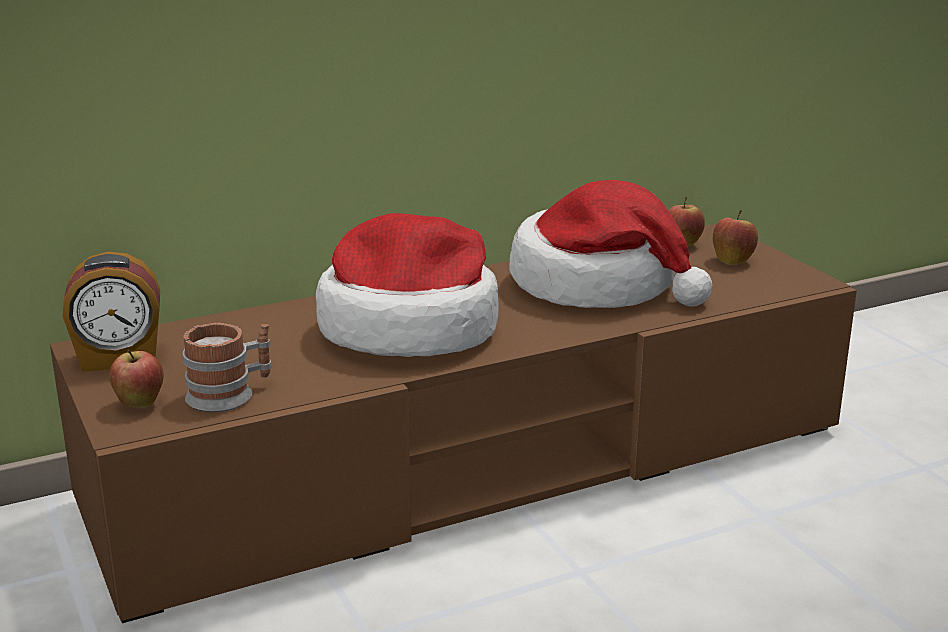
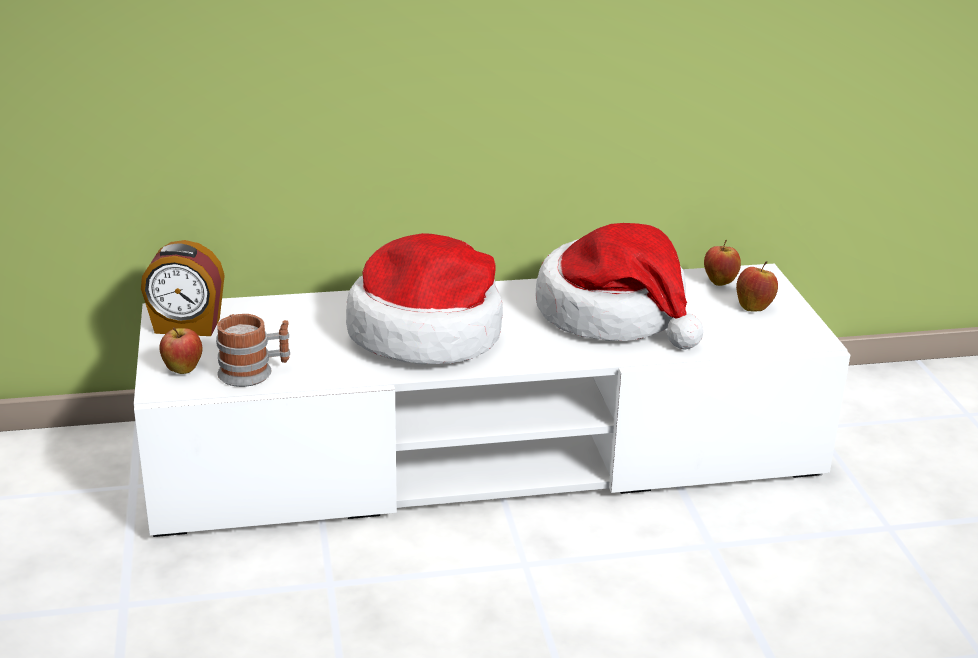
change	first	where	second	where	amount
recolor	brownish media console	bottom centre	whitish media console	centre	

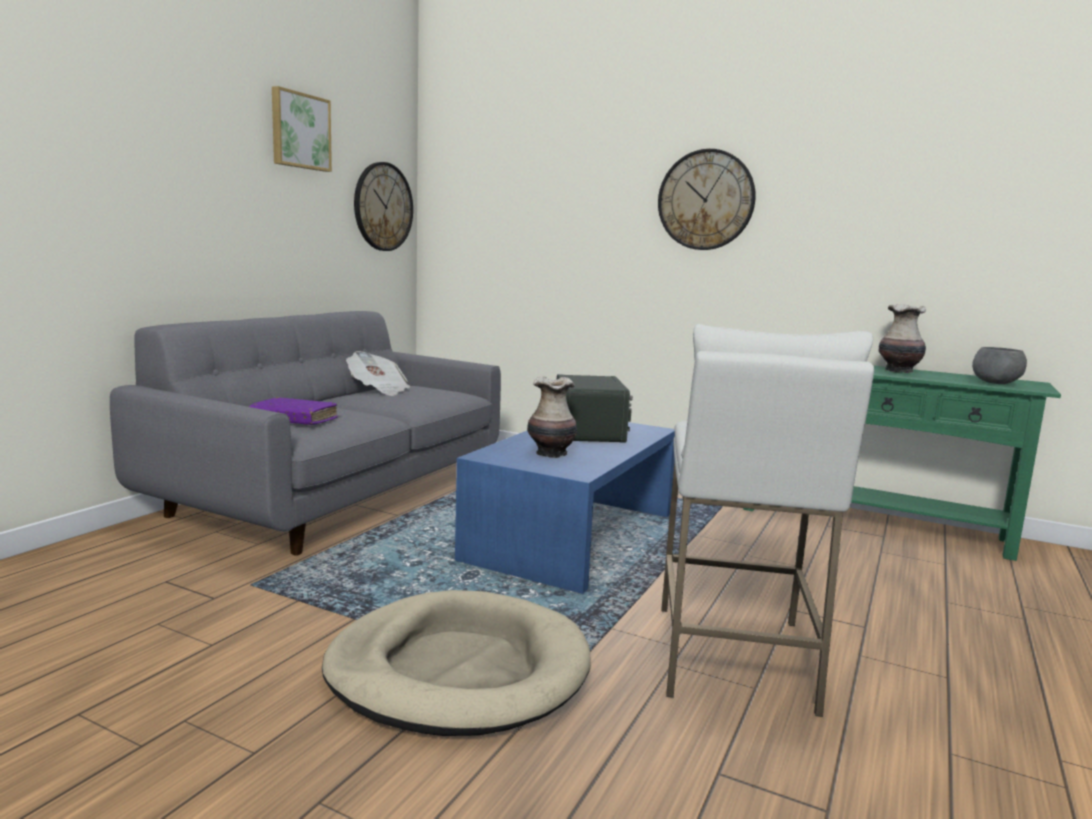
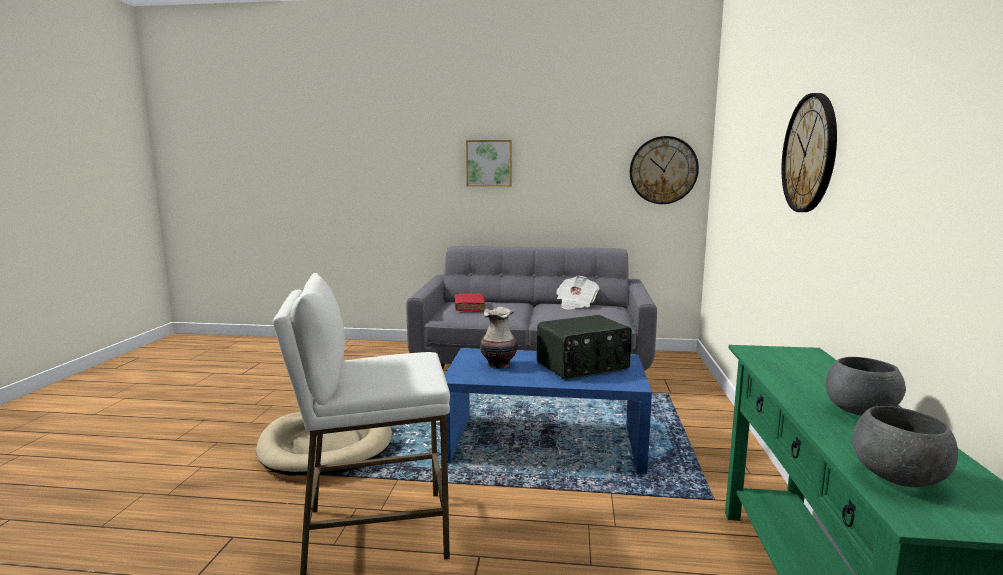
change	first	where	second	where	amount
recolor	purple-coloured book	middle left	reddish book	centre	
move	wall art	top left		top centre	
replace	vase (2nd from left)	middle right	grey bowl (1st from left)	bottom right	

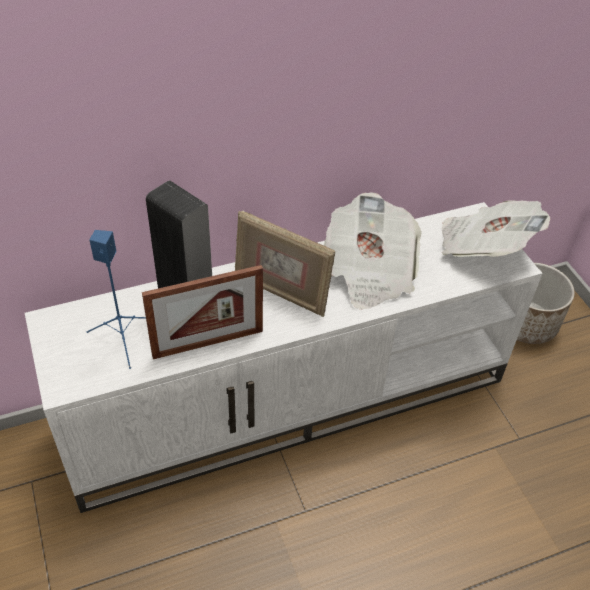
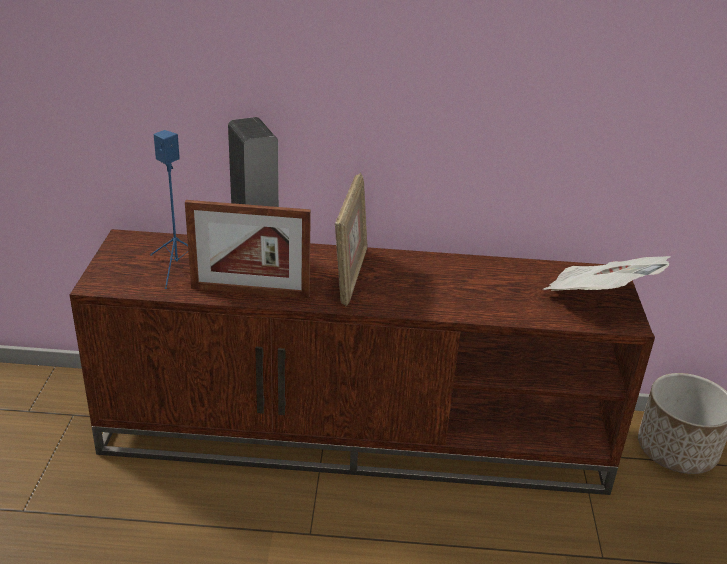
change	first	where	second	where	amount
recolor	whitish media console	centre	brownish media console	centre	
rotate	photo frame (2nd from left)	centre		centre	135 degrees counterclockwise
delete	daily paper (1st from left)	centre			

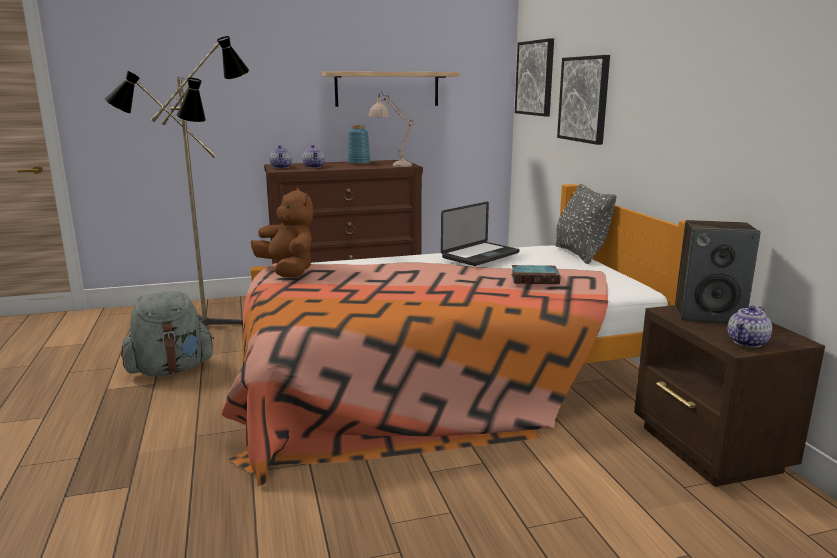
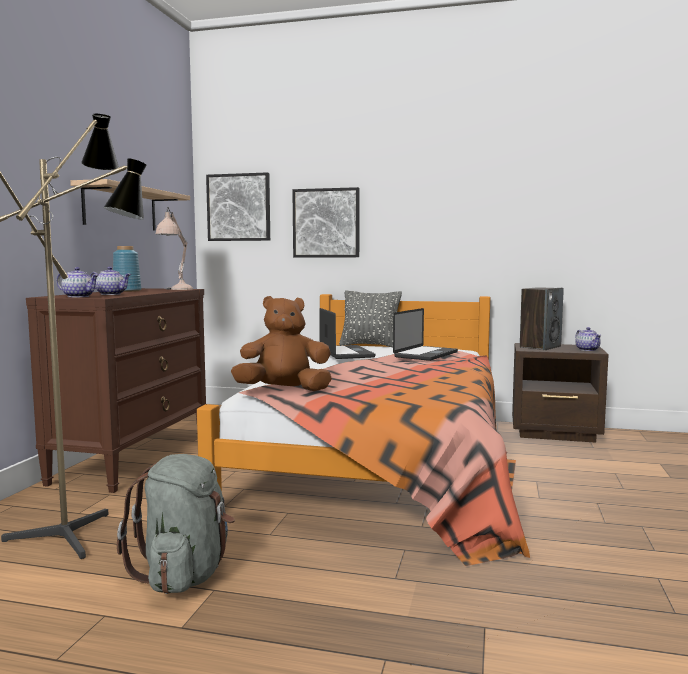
change	first	where	second	where	amount
replace	book	centre	notebook computer (2nd from left)	centre	

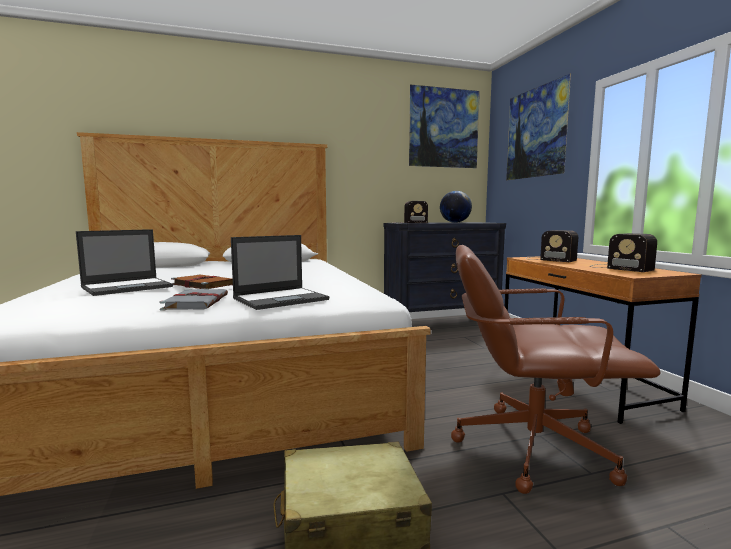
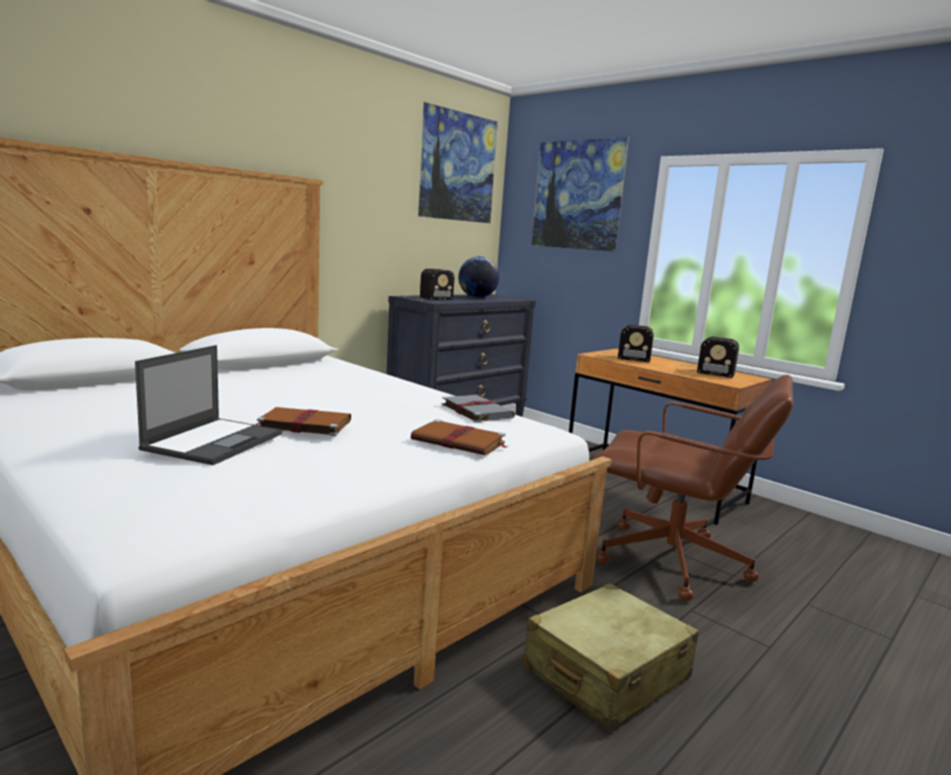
change	first	where	second	where	amount
replace	notebook computer (2nd from left)	centre	brownish book (2nd from left)	centre	
move	grey book	middle left		centre	
rotate	brownish computer chair	bottom right		middle right	135 degrees counterclockwise

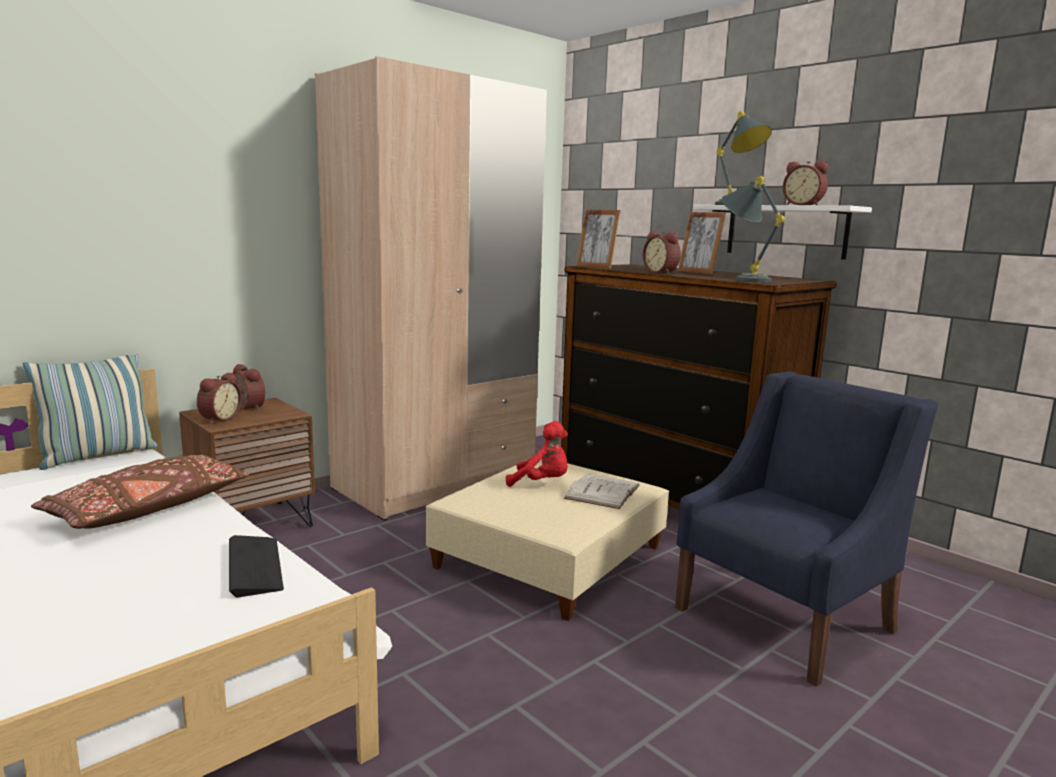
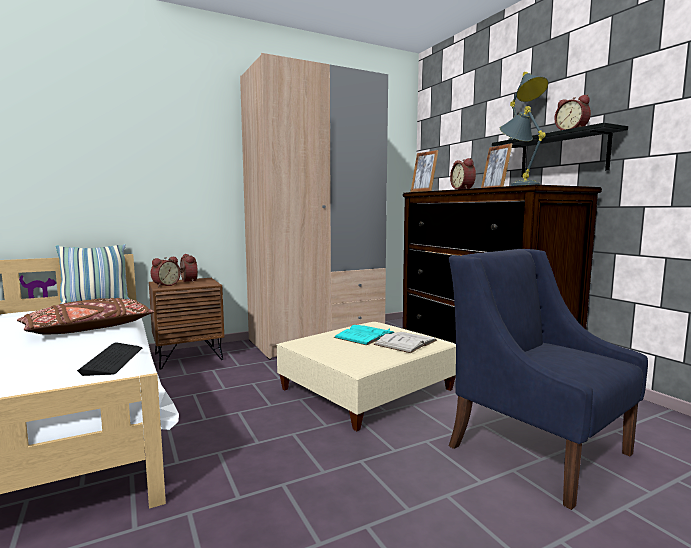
change	first	where	second	where	amount
replace	reddish plush toy	centre	blue-green book	centre	
rotate	blue armchair	bottom right		bottom right	105 degrees counterclockwise
recolor	whitish wall shelf	top right	blackish wall shelf	top right	

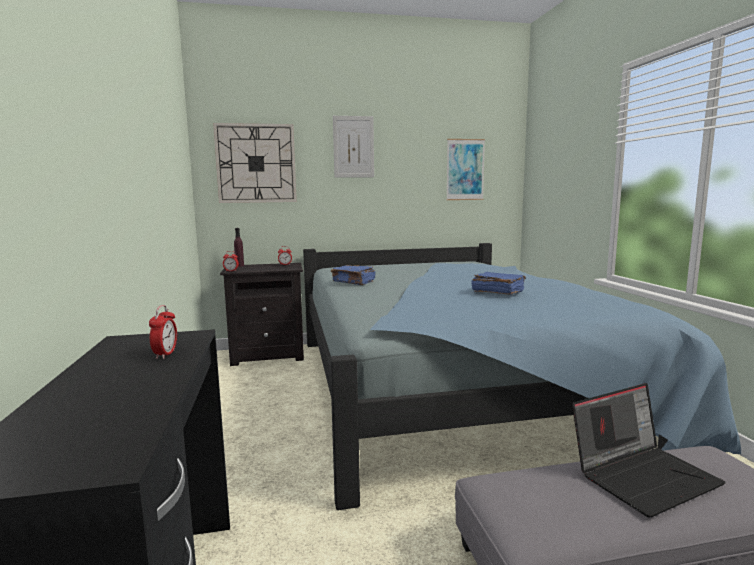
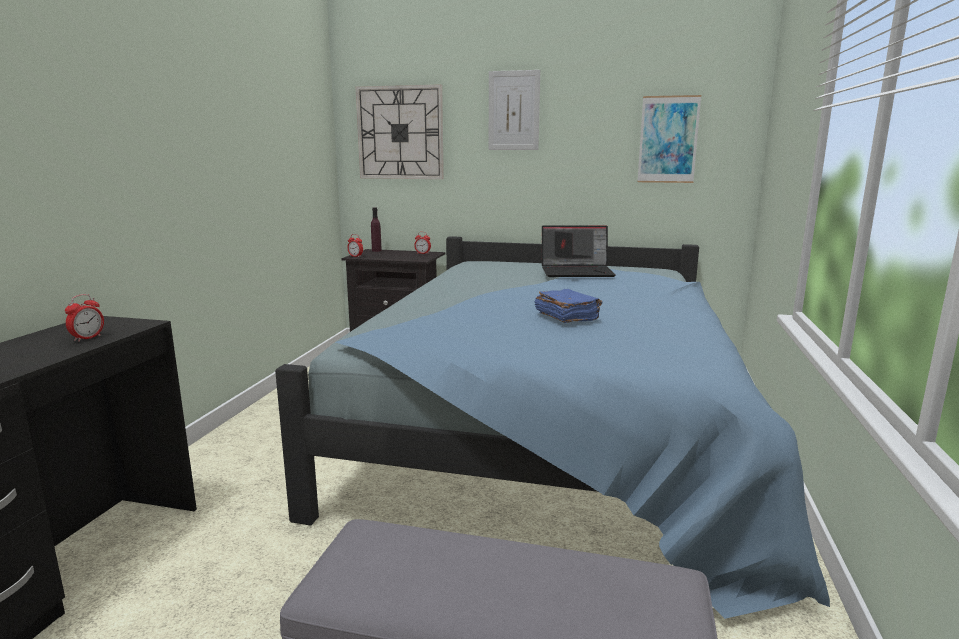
change	first	where	second	where	amount
move	notebook computer	bottom right		centre	
delete	blue book (1st from left)	centre			

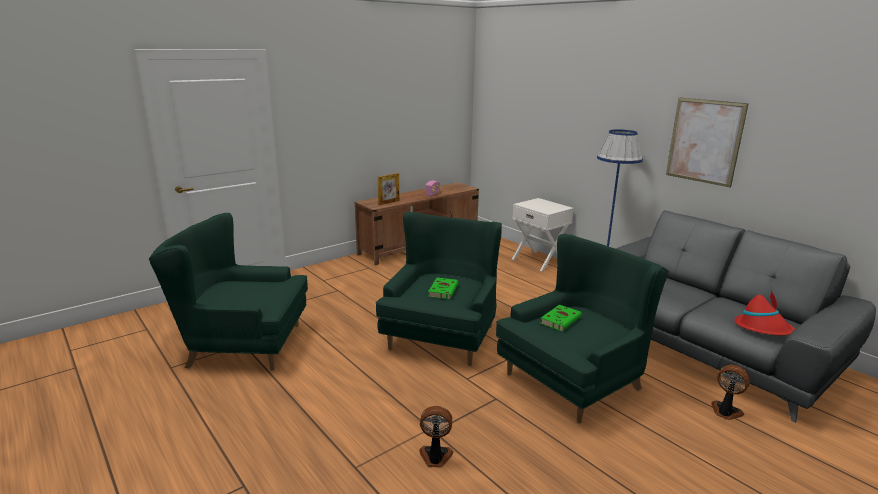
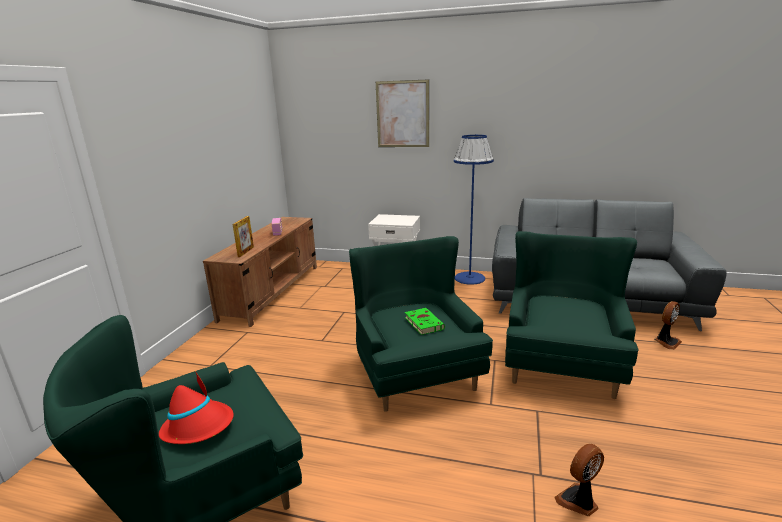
change	first	where	second	where	amount
move	reddish hat	middle right		bottom left	
move	wall art	top right		top centre	
rotate	electric fan (2nd from left)	bottom right		middle right	135 degrees clockwise
delete	green book (2nd from left)	centre			

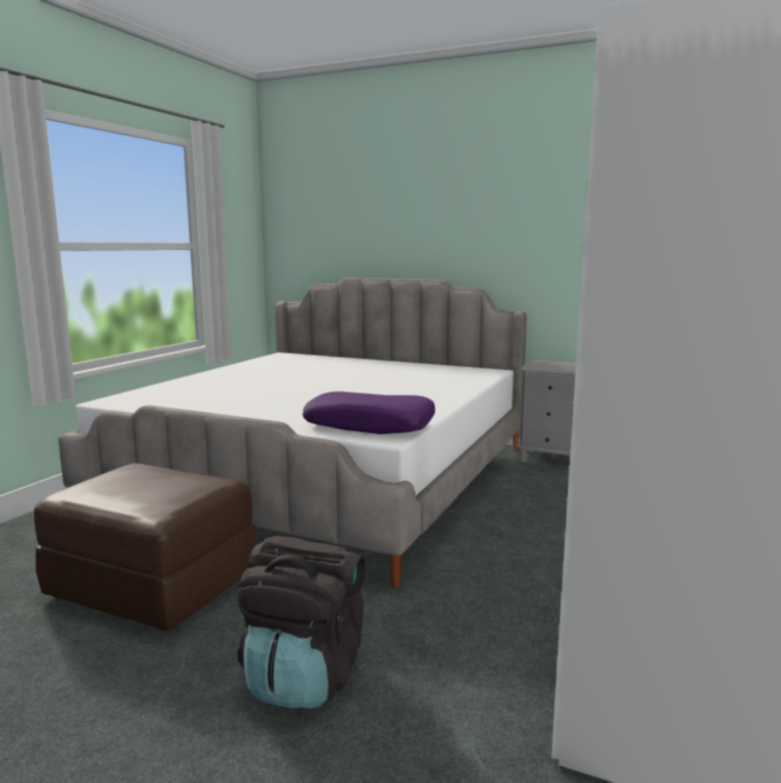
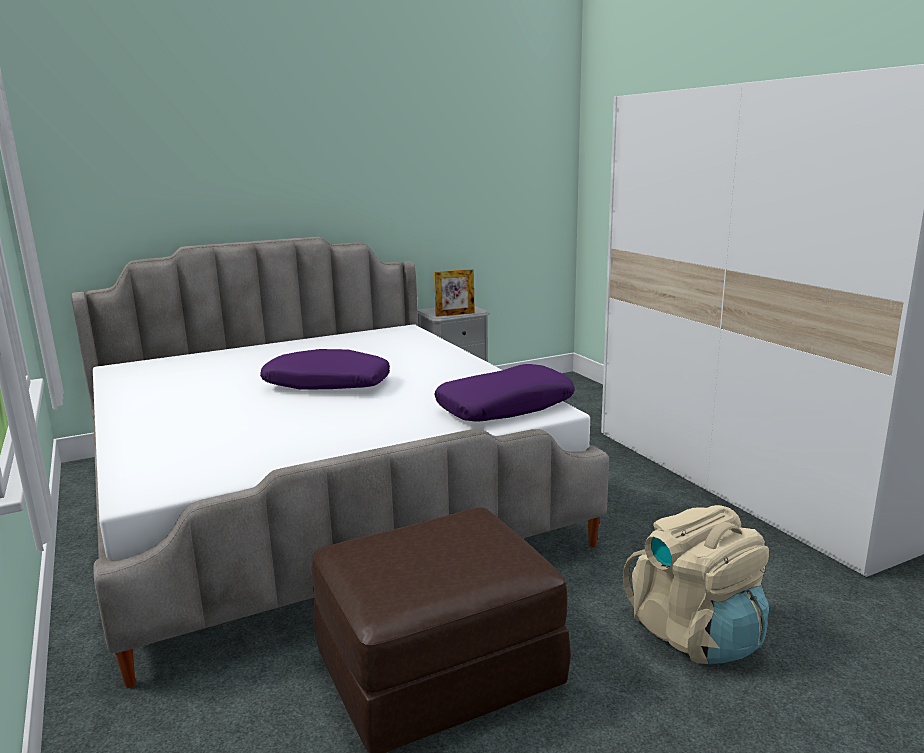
change	first	where	second	where	amount
insert			purple-coloured throw pillow (1st from left)	centre	
insert			photo frame	centre	
recolor	blackish backpack	bottom centre	beige backpack	bottom right	

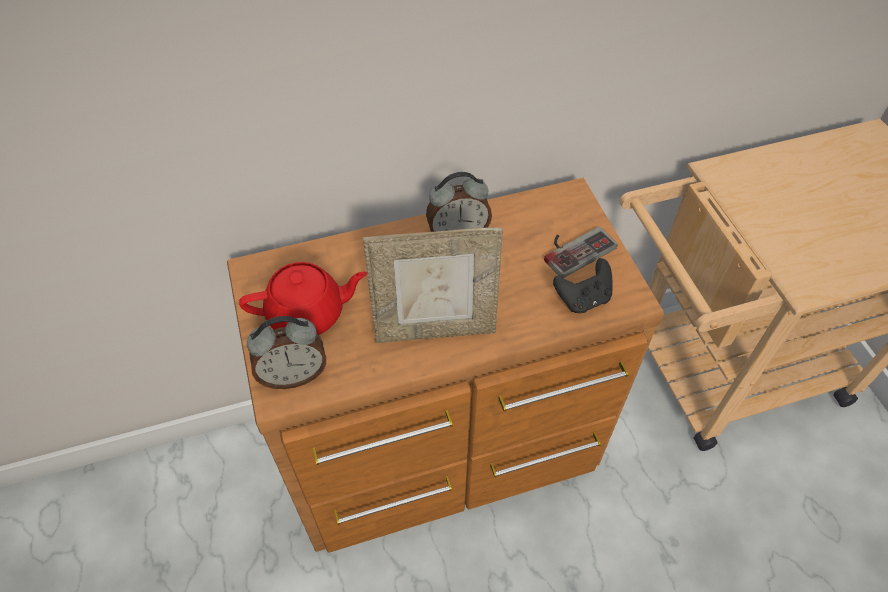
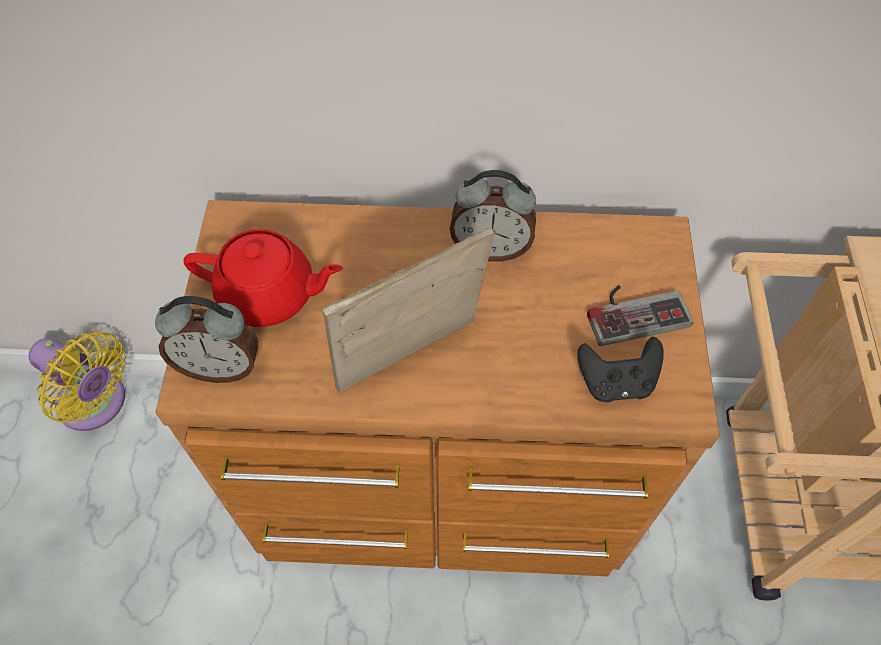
change	first	where	second	where	amount
insert			yellow electric fan	middle left	
rotate	photo frame	centre		centre	135 degrees clockwise

